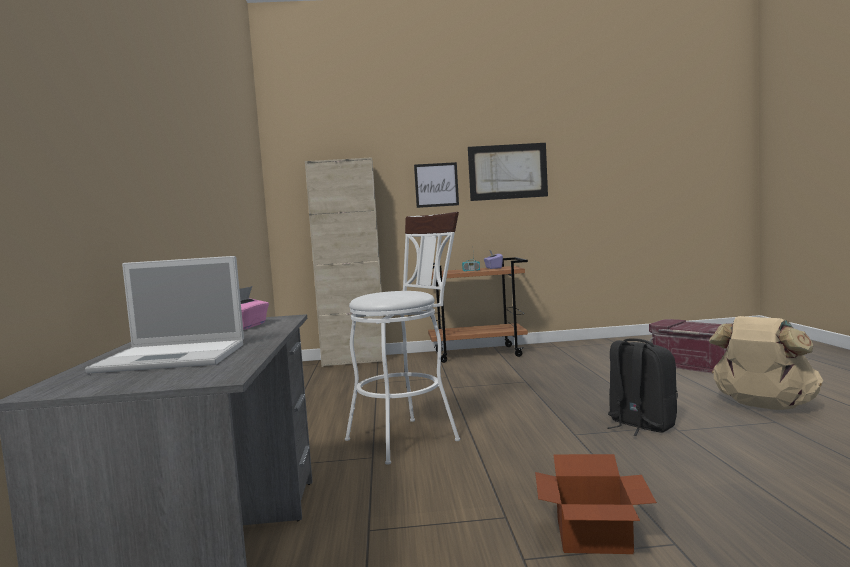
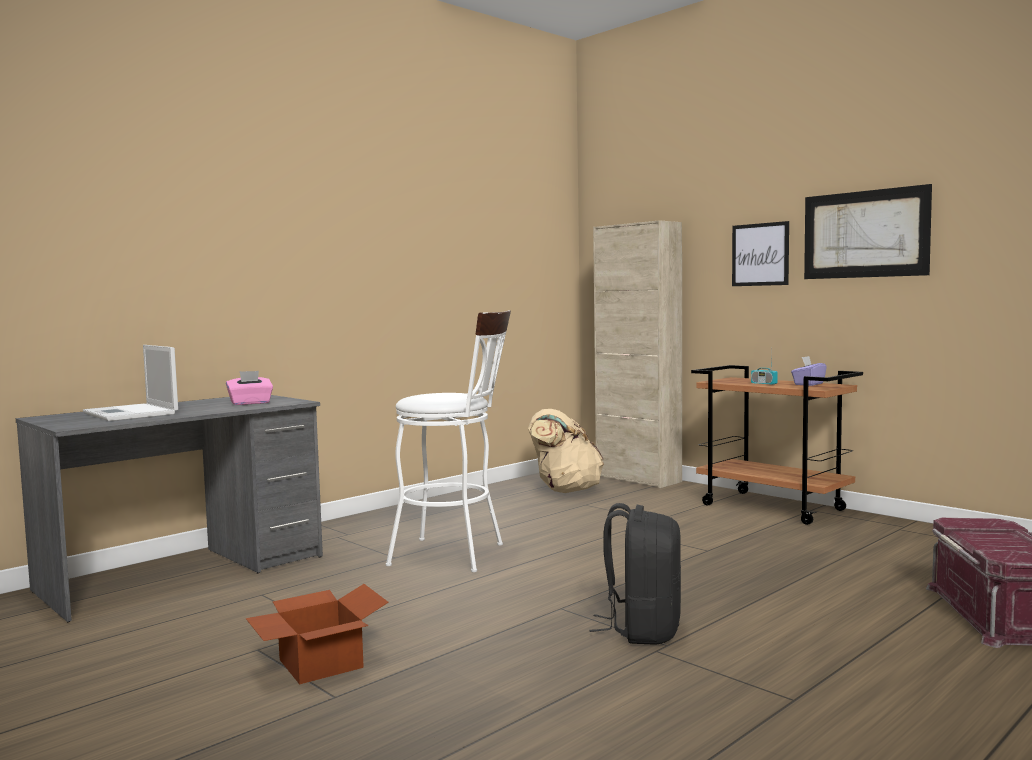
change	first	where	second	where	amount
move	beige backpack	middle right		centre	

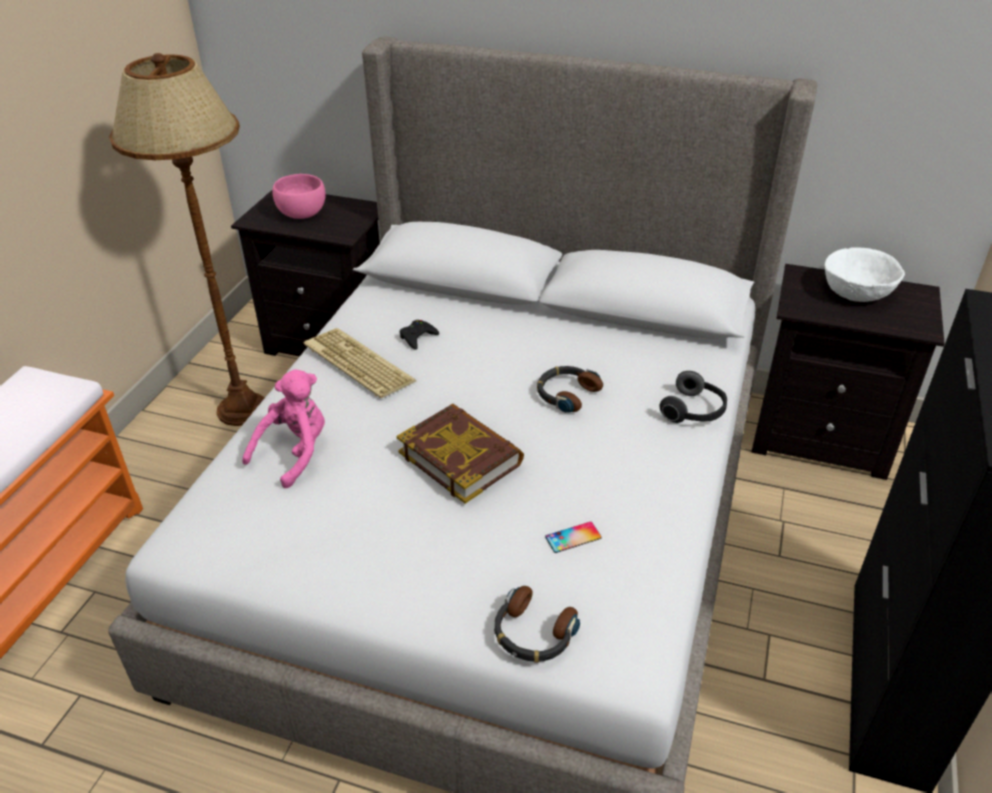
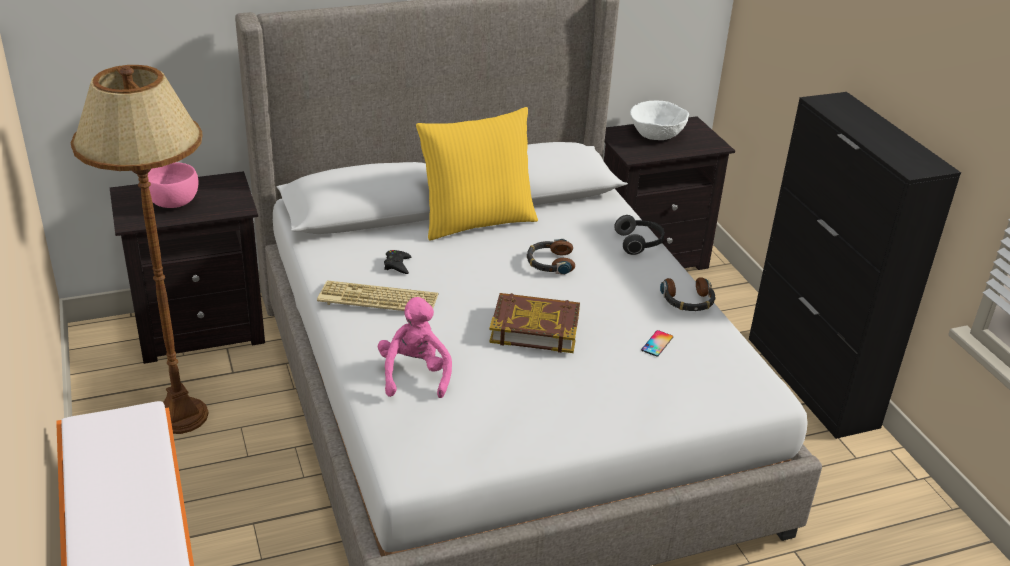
change	first	where	second	where	amount
insert			yellow throw pillow	top centre	
move	headphones (1st from left in the first image)	bottom centre	headphones (3rd from left)	middle right	

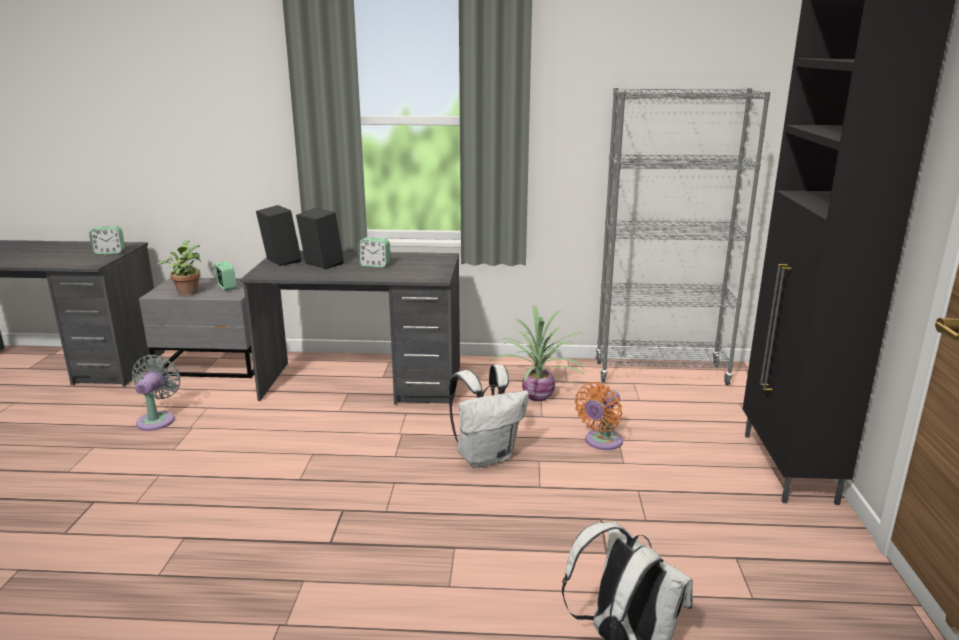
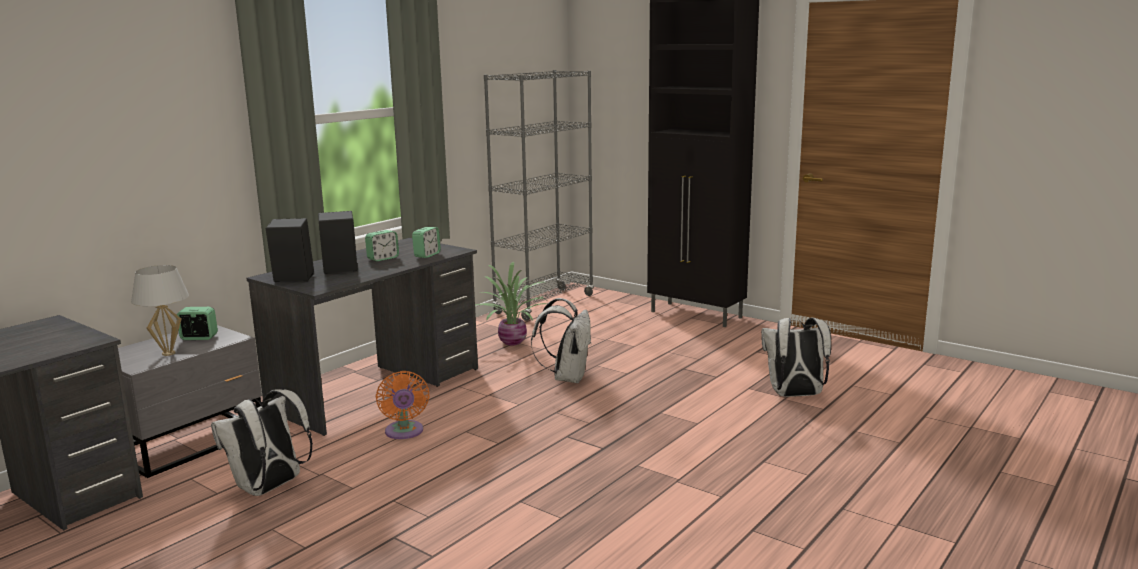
change	first	where	second	where	amount
replace	houseplant (1st from left)	middle left	whitish table lamp	middle left	
replace	grey electric fan	middle left	whitish backpack (1st from left)	bottom left	
move	orangey electric fan	centre		bottom centre	
move	table clock (1st from left in the first image)	middle left	table clock (3rd from left)	centre	

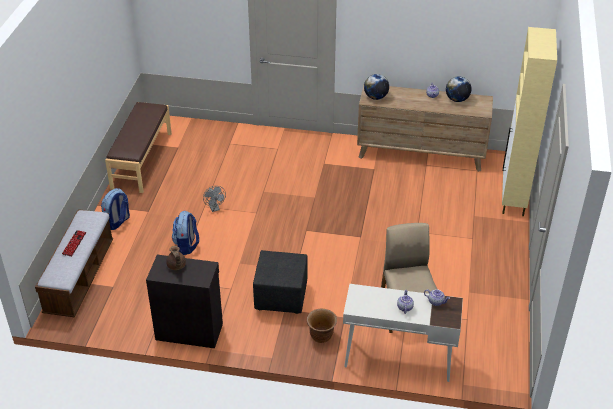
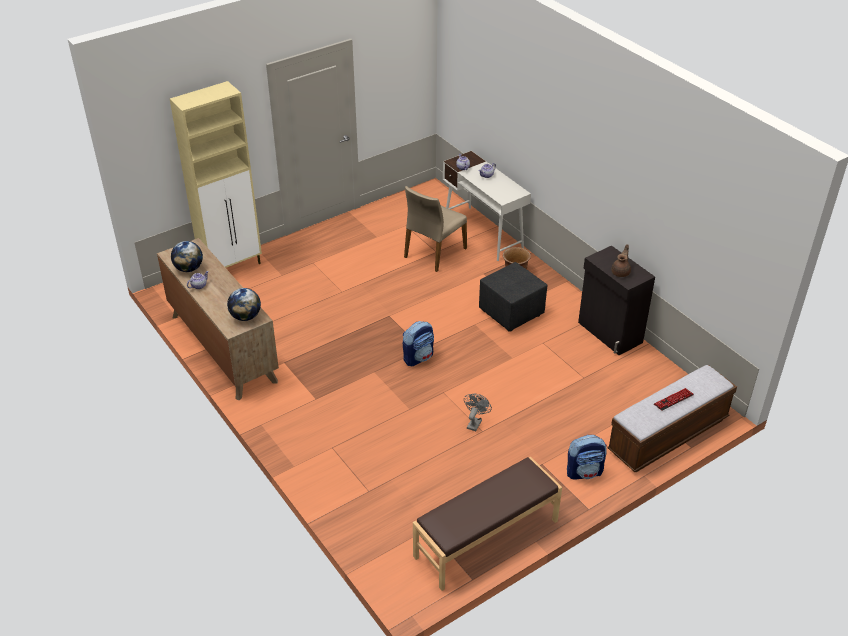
change	first	where	second	where	amount
move	backpack (2nd from left in the first image)	middle left	backpack (1st from left)	centre	

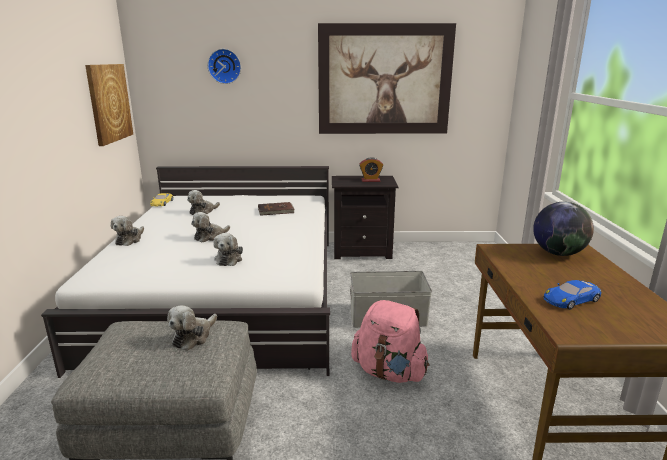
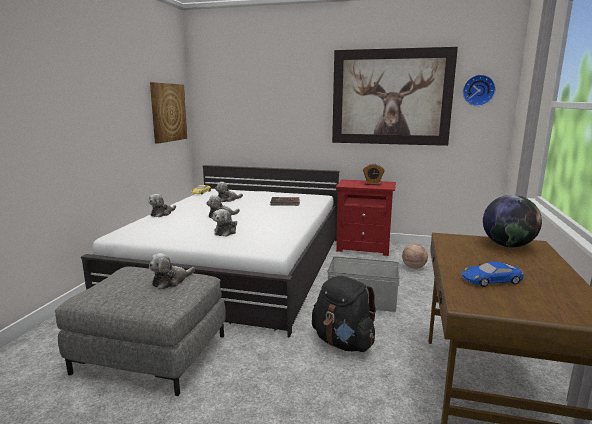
change	first	where	second	where	amount
recolor	pinkish backpack	bottom centre	blackish backpack	bottom centre	
recolor	blackish nightstand	centre	reddish nightstand	centre	
insert			basketball	middle right	
move	hanging clock	top centre		top right	

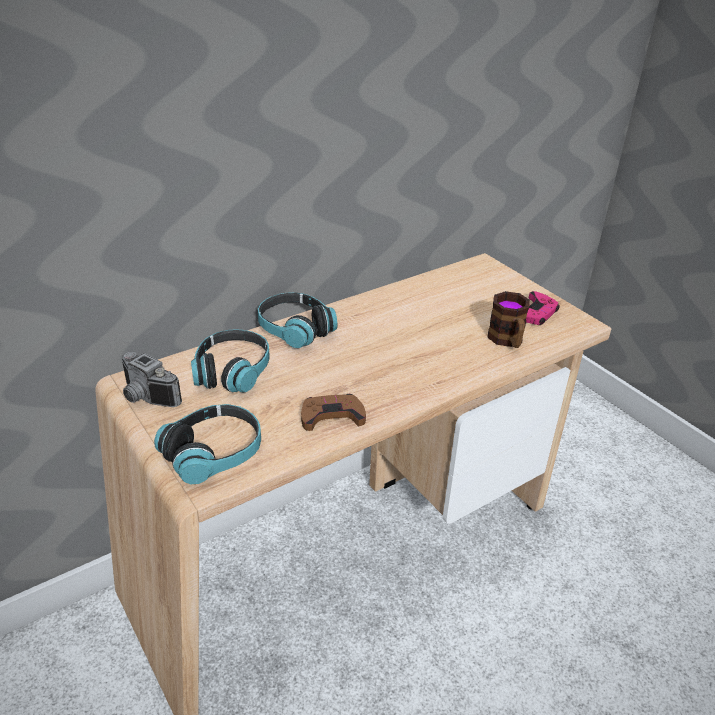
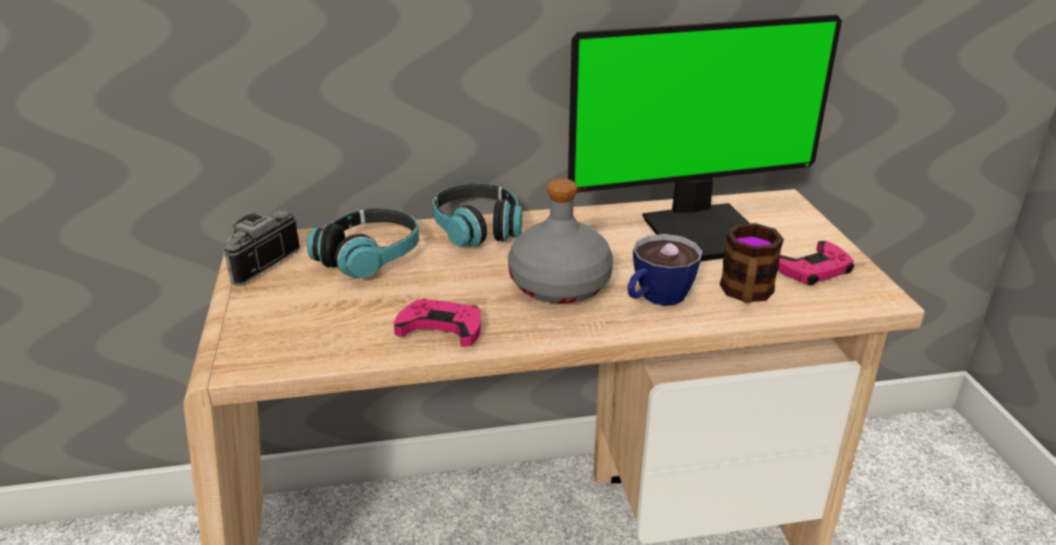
change	first	where	second	where	amount
rotate	photo camera	middle left		middle left	60 degrees clockwise
recolor	brownish joypad	centre	pinkish joypad (1st from left)	centre	
insert			grey drink bottle	centre	
insert			computer display	top right	
insert			cup	centre	
delete	headphones (1st from left)	middle left			

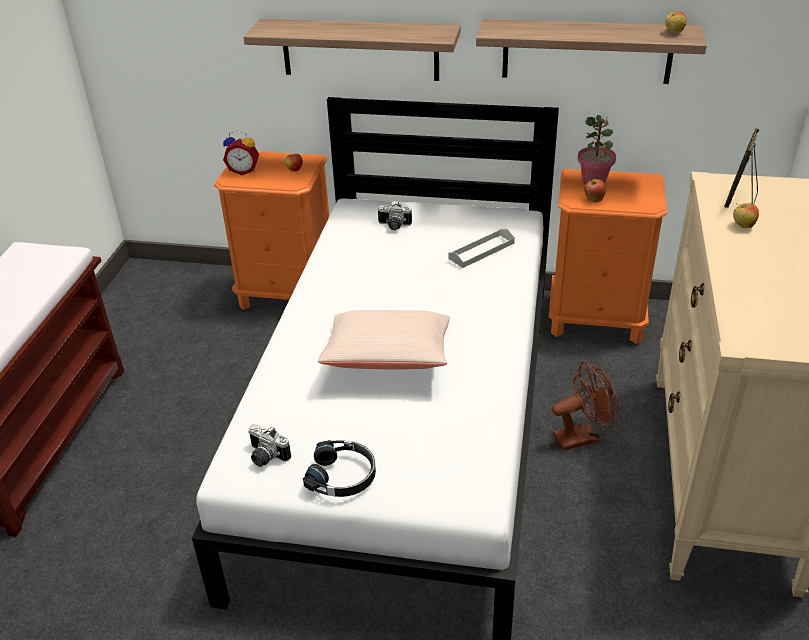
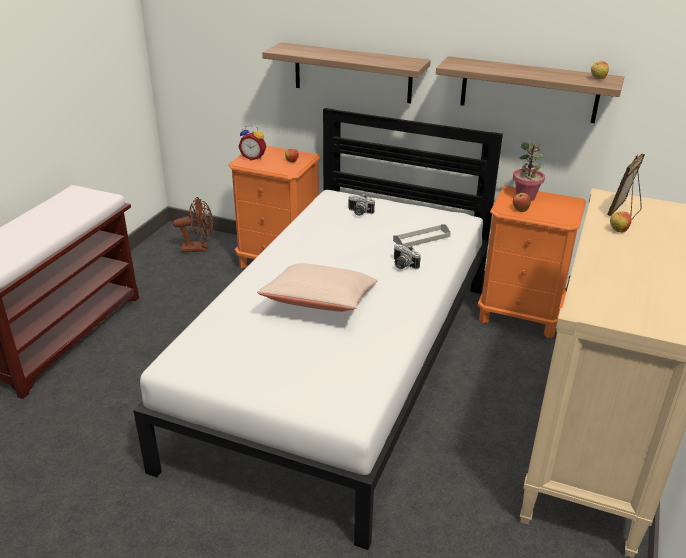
change	first	where	second	where	amount
move	brownish electric fan	middle right		middle left	
move	photo camera (1st from left in the first image)	bottom left	photo camera (2nd from left)	centre	
delete	blackish headphones	bottom centre			

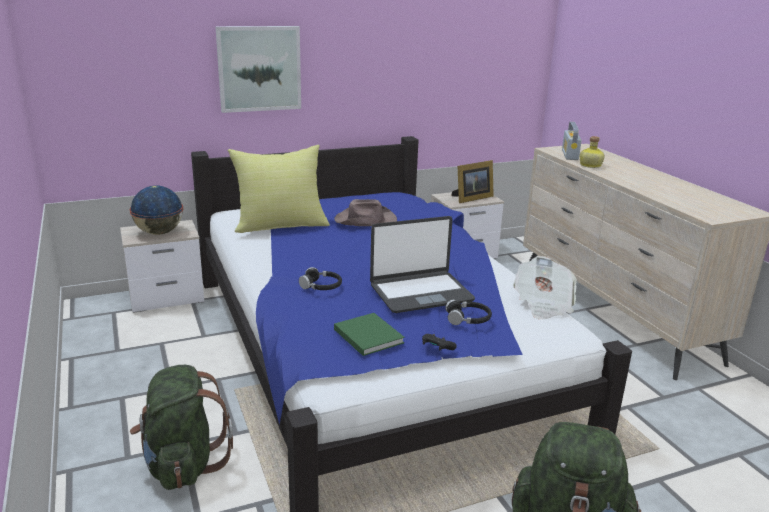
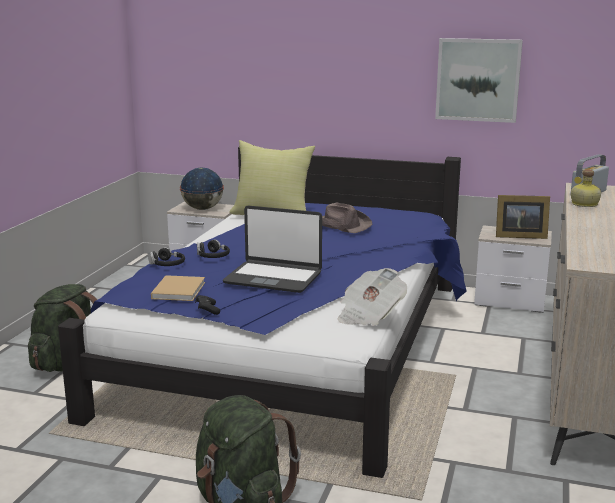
change	first	where	second	where	amount
move	blackish headphones (2nd from left in the first image)	centre	blackish headphones (1st from left)	middle left	
recolor	green book	centre	beige book	middle left	
move	wall art	top centre		top right	

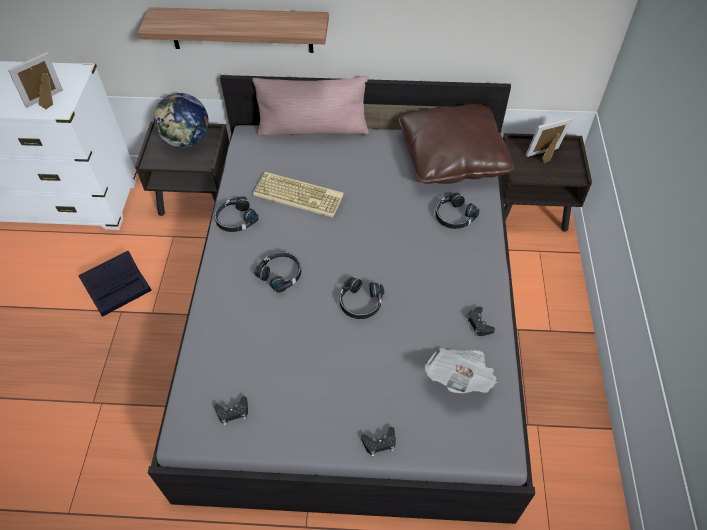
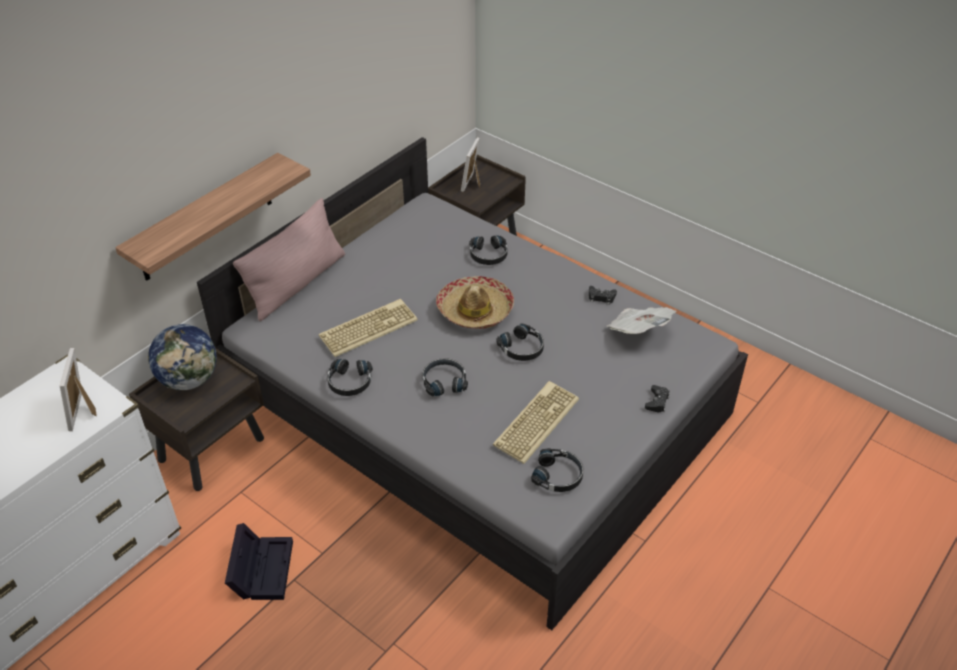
change	first	where	second	where	amount
insert			hat	centre	
insert			keyboard (2nd from left)	centre	
replace	blackish joypad (1st from left)	bottom left	blackish headphones (5th from left)	bottom centre	
delete	brownish throw pillow	top centre			

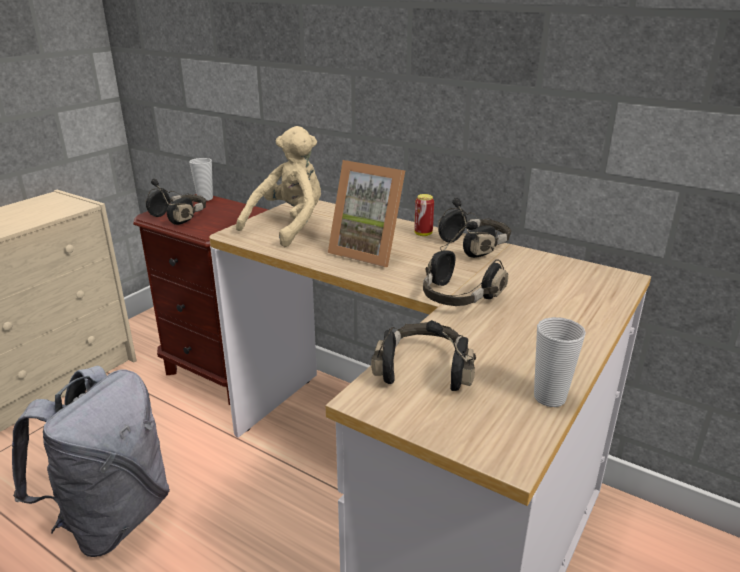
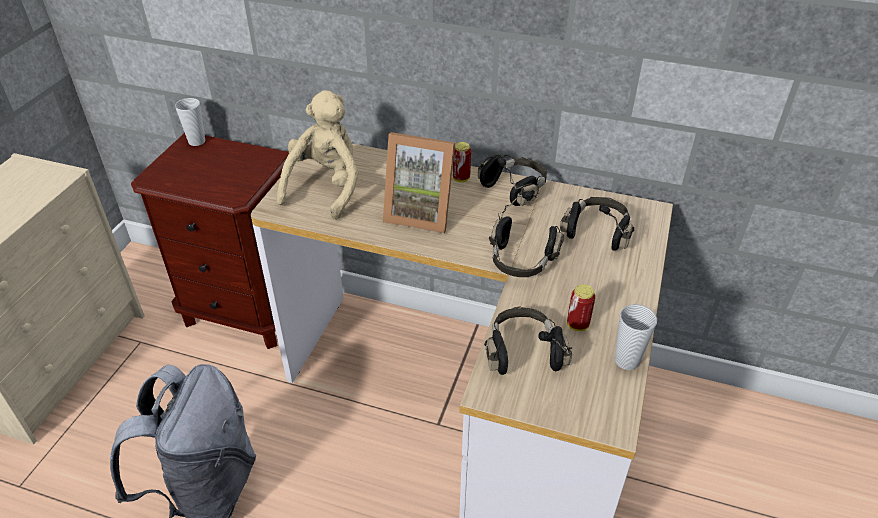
change	first	where	second	where	amount
move	blackish headphones (1st from left in the first image)	middle left	blackish headphones (4th from left)	middle right	
insert			sealed can (2nd from left)	centre	

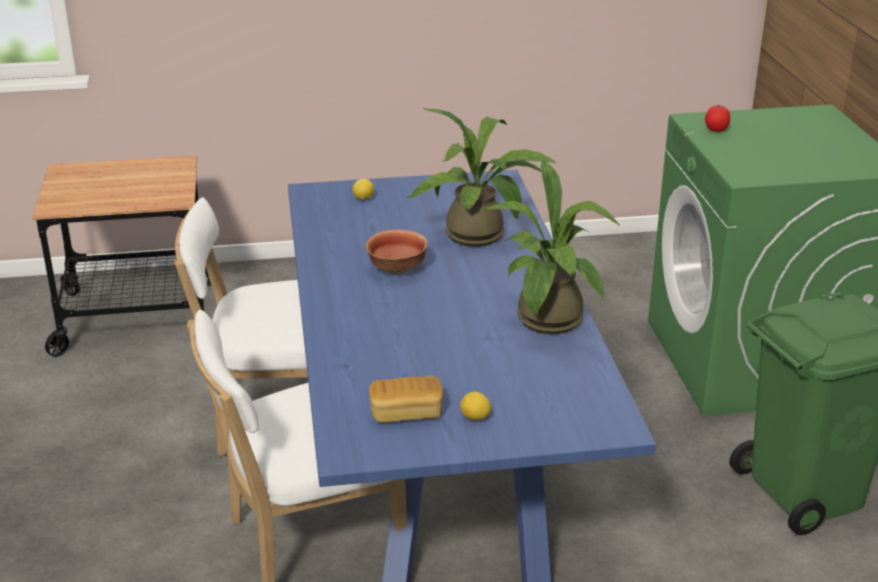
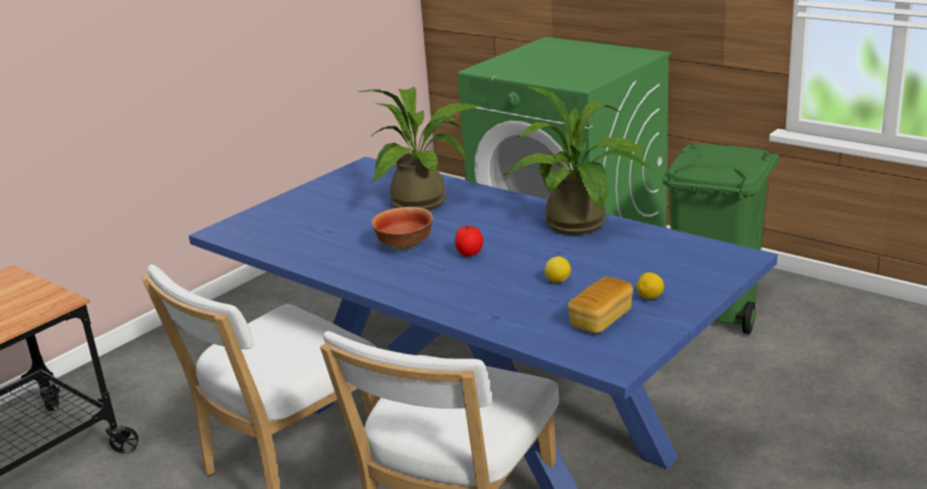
change	first	where	second	where	amount
move	fresh tomato	top right		centre	
move	whole lemon (1st from left)	top centre		centre	

